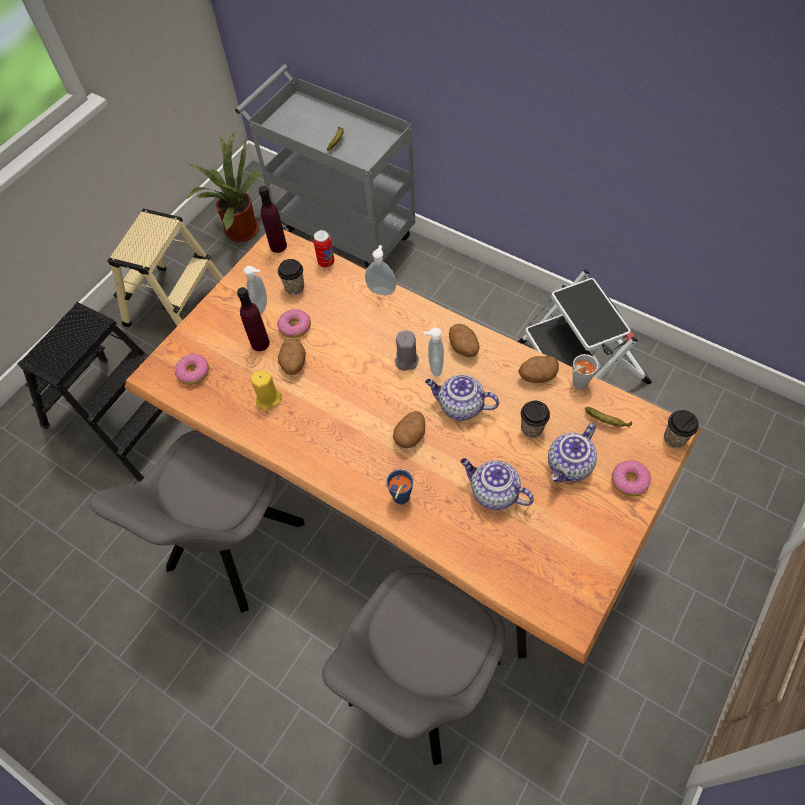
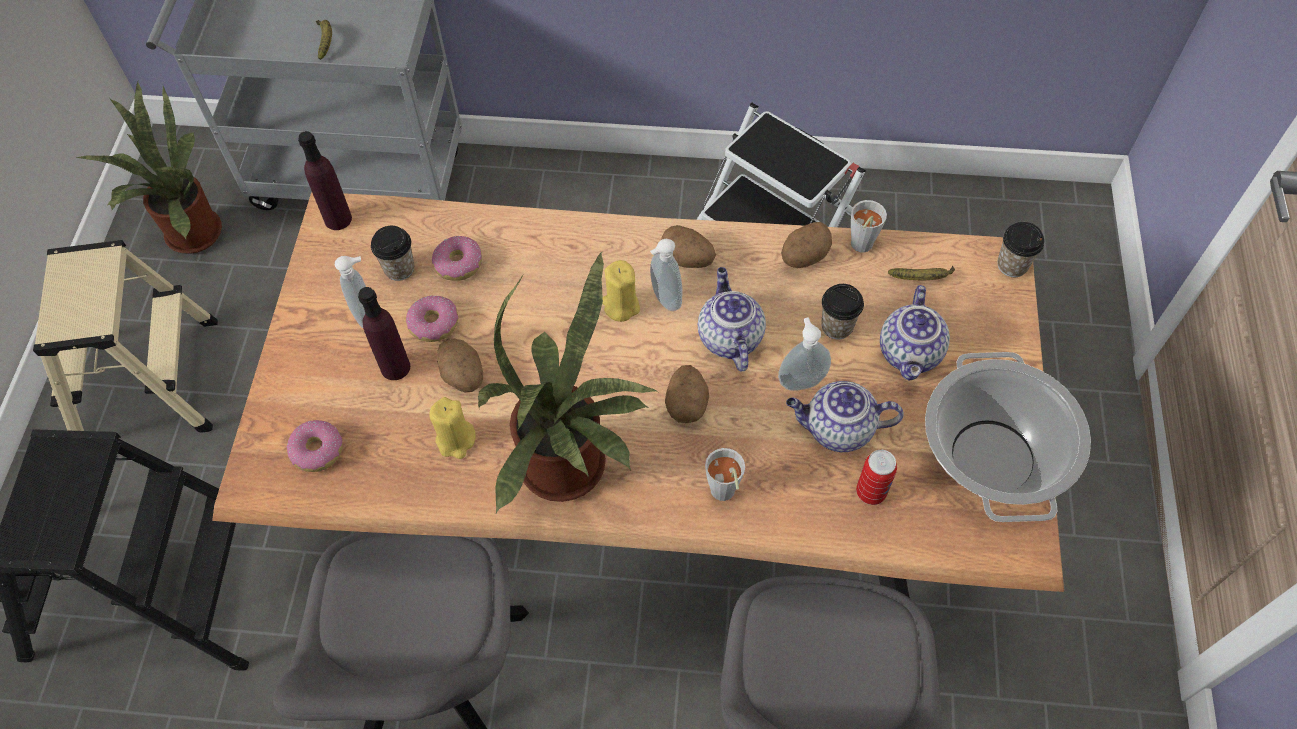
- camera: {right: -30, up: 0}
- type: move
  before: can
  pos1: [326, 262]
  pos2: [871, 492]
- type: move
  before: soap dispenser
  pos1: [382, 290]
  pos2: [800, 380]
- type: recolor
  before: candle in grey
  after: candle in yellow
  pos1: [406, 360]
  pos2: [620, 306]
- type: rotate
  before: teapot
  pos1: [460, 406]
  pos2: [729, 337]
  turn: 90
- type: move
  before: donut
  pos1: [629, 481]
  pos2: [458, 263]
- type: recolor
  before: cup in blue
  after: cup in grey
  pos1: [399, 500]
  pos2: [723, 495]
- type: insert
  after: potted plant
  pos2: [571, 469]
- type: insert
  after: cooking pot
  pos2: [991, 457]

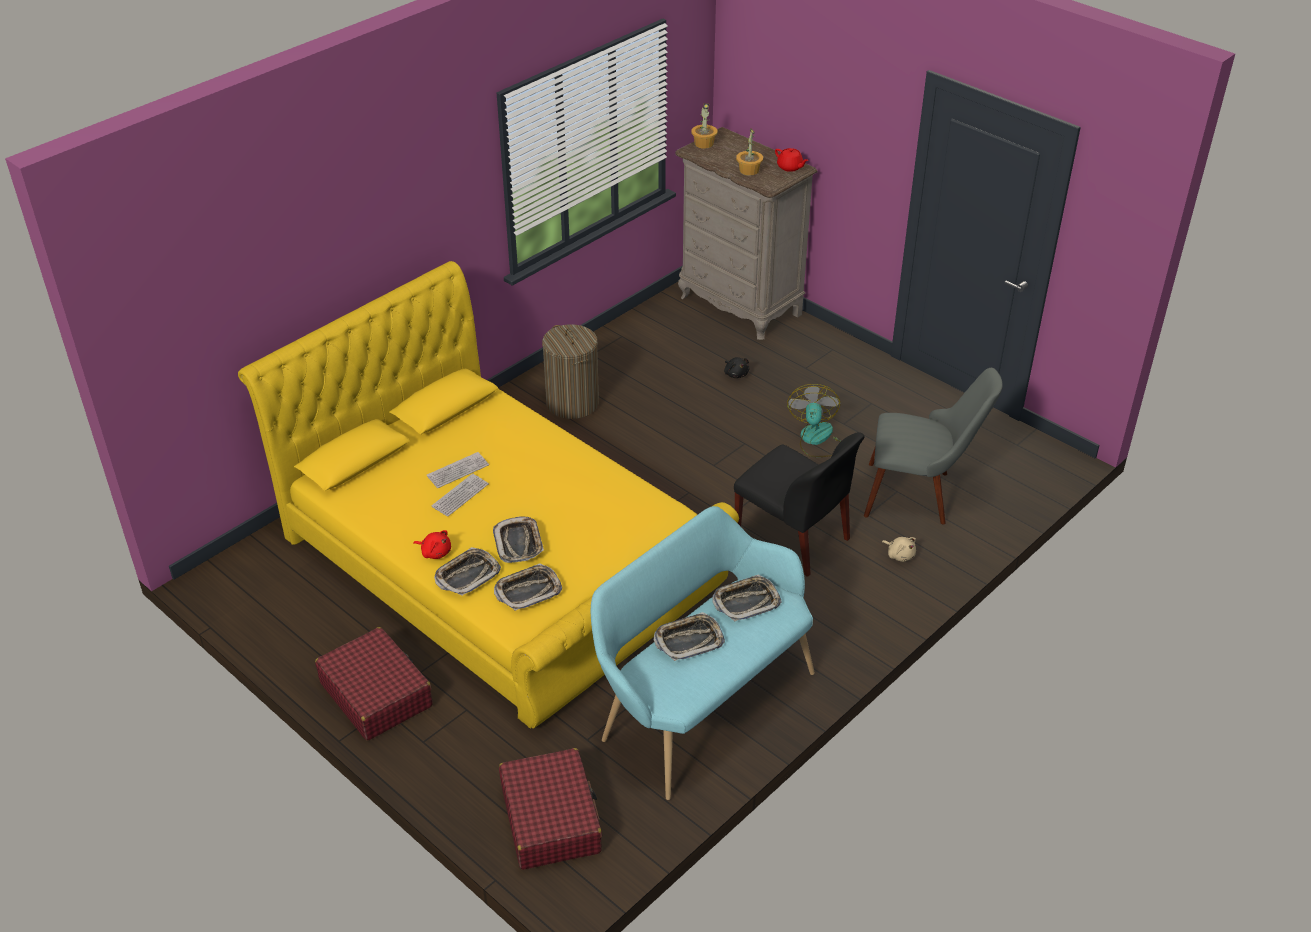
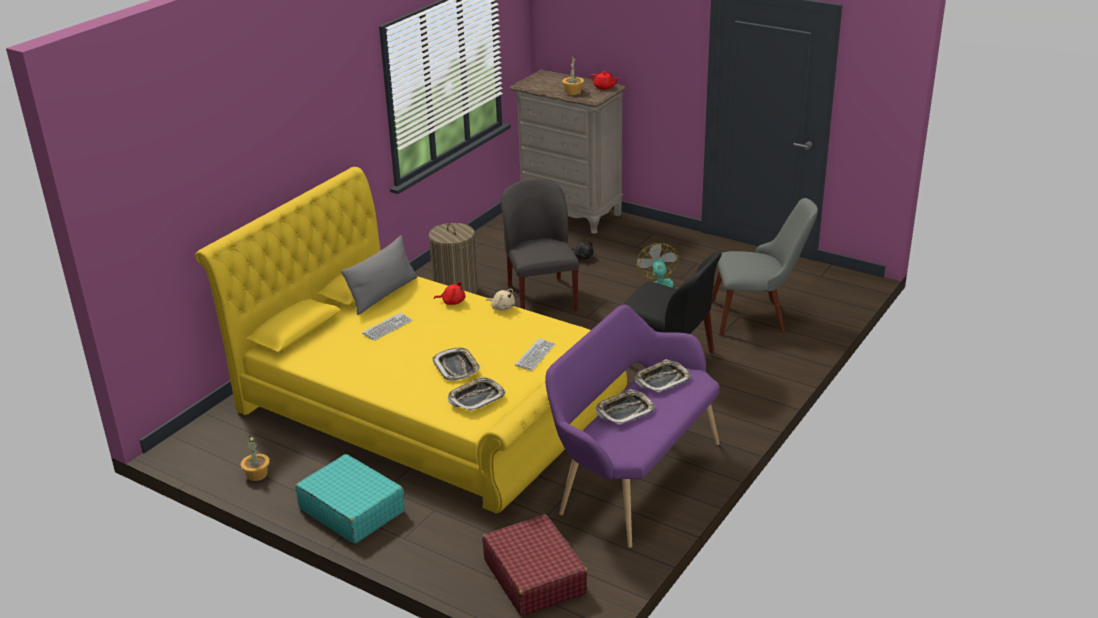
- camera: {right: -10, up: -10}
- type: move
  before: potted plant
  pos1: [704, 143]
  pos2: [257, 474]
- type: move
  before: keyboard
  pos1: [460, 496]
  pos2: [535, 355]
- type: recolor
  before: bench in turquoise
  after: bench in purple
  pos1: [700, 703]
  pos2: [632, 477]
- type: move
  before: plush toy in red
  pos1: [435, 552]
  pos2: [452, 302]
- type: move
  before: plush toy in beige
  pos1: [899, 555]
  pos2: [502, 307]
- type: delete
  before: tray
  pos1: [467, 575]
- type: recolor
  before: suitcase in red
  after: suitcase in turquoise
  pos1: [376, 694]
  pos2: [352, 510]
- type: insert
  after: chair in grey
  pos2: [541, 296]
- type: insert
  after: pillow in grey
  pos2: [383, 294]

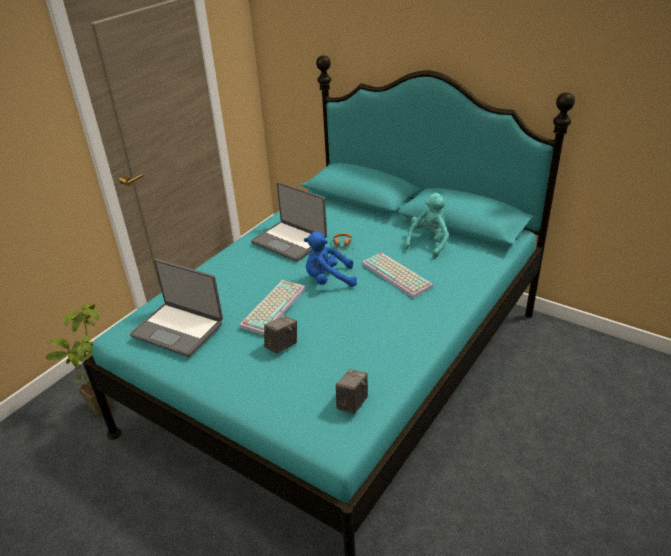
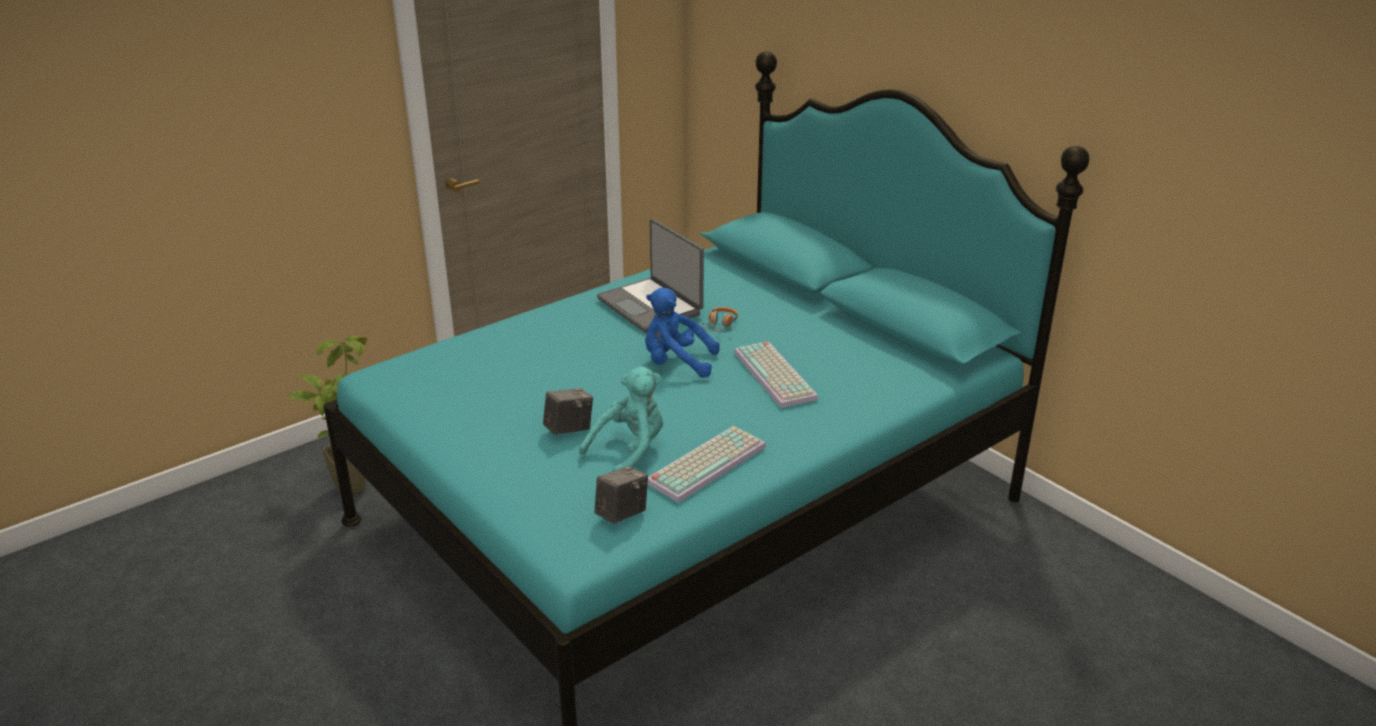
- camera: {right: 15, up: -5}
- type: move
  before: plush toy in turquoise
  pos1: [428, 243]
  pos2: [630, 452]
- type: delete
  before: laptop
  pos1: [179, 329]
- type: move
  before: keyboard
  pos1: [273, 306]
  pos2: [706, 463]

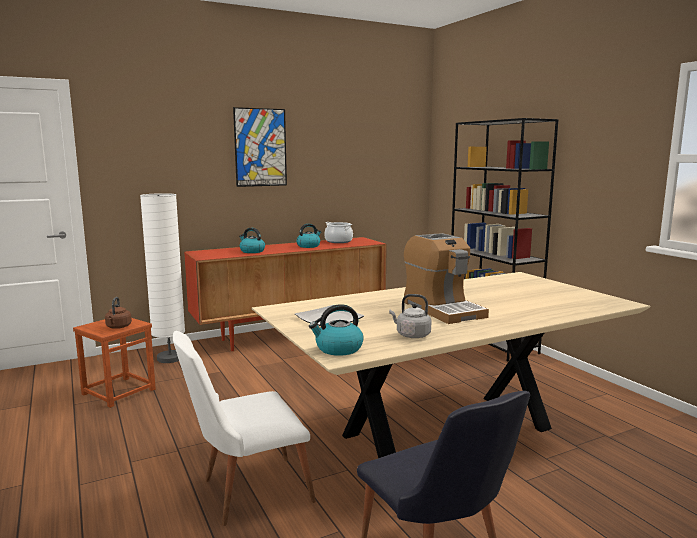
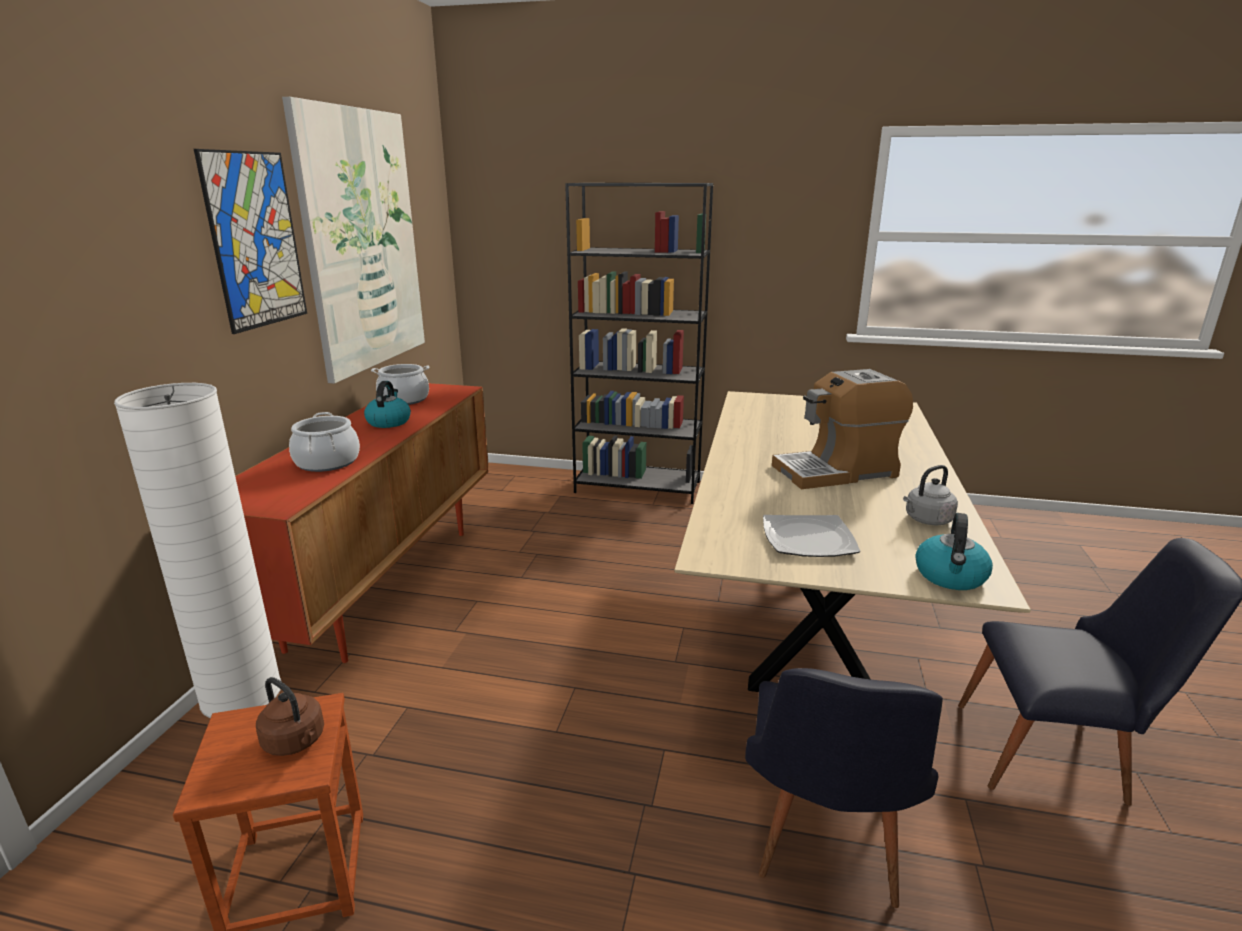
- camera: {right: -50, up: 10}
- type: replace
  before: kettle
  after: cooking pot
  pos1: [252, 251]
  pos2: [327, 462]
- type: rotate
  before: coffee machine
  pos1: [442, 309]
  pos2: [836, 471]
  turn: 150
- type: recolor
  before: chair in white
  after: chair in black
  pos1: [246, 492]
  pos2: [823, 844]
- type: insert
  after: picture
  pos2: [362, 241]

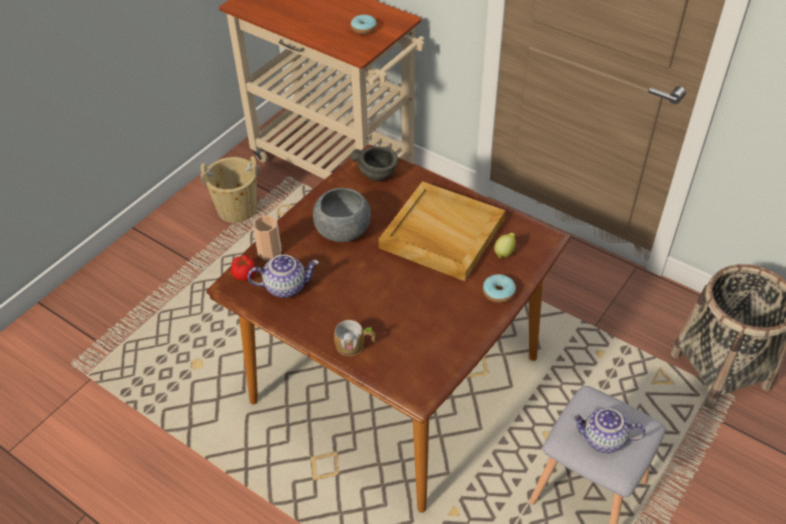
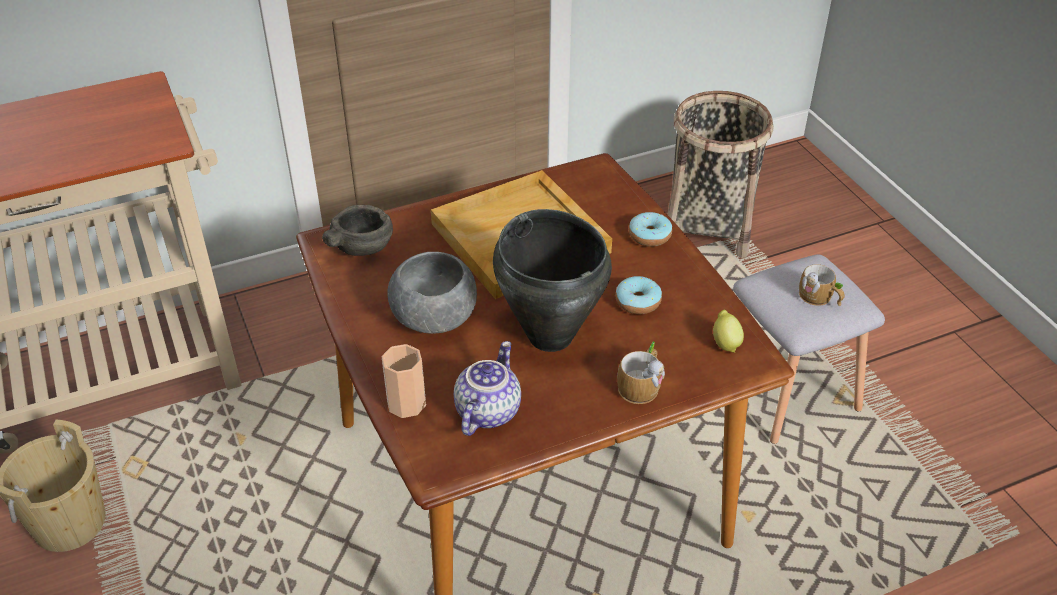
- camera: {right: -60, up: -5}
- type: move
  before: donut
  pos1: [363, 29]
  pos2: [637, 302]
- type: move
  before: lemon
  pos1: [504, 252]
  pos2: [725, 343]
- type: delete
  before: tomato
  pos1: [245, 274]
- type: replace
  before: teapot
  after: mug
  pos1: [603, 440]
  pos2: [819, 298]
- type: insert
  after: cooking pot in black
  pos2: [550, 335]

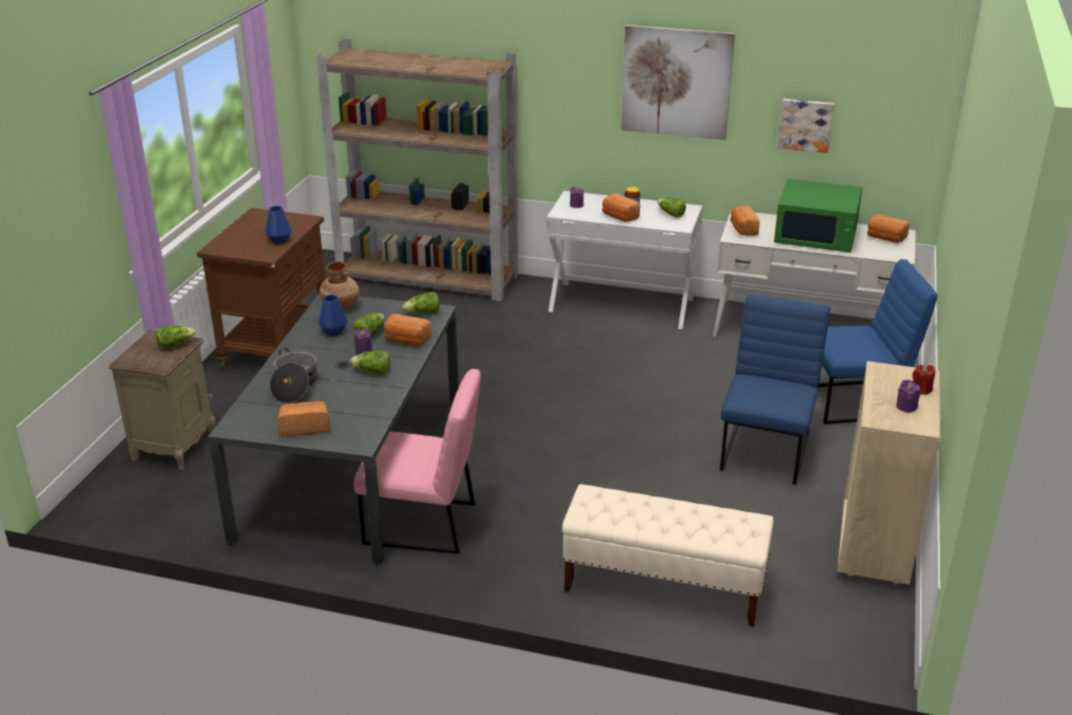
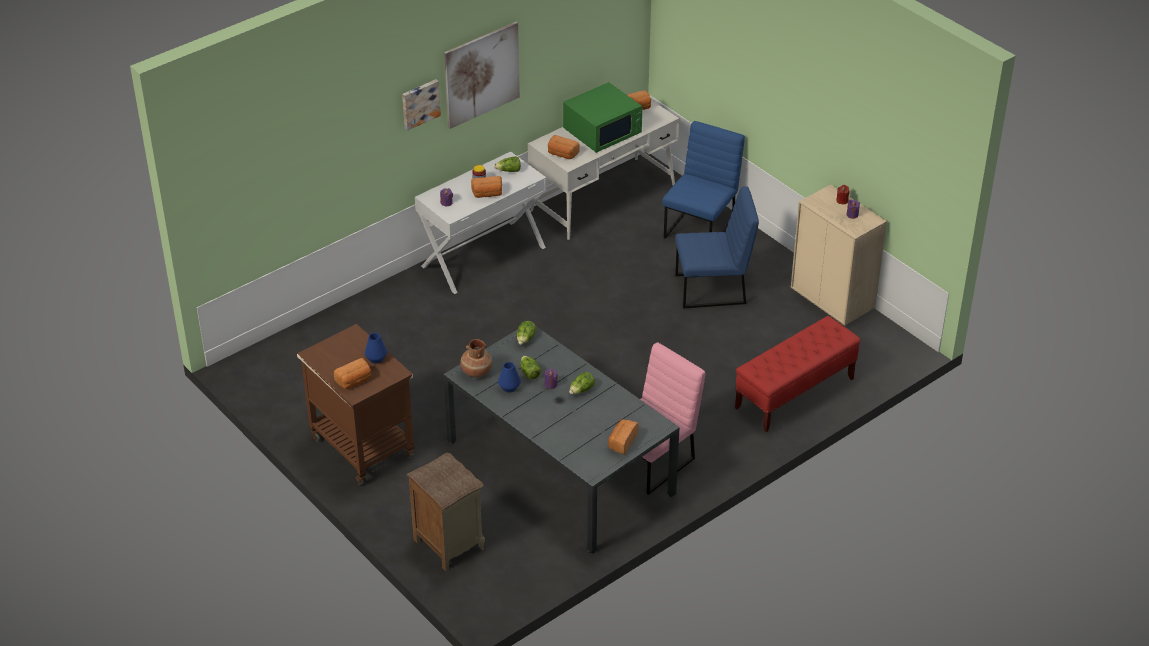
- camera: {right: -55, up: 10}
- type: delete
  before: bookcase in brown
  pos1: [428, 277]
- type: move
  before: picture
  pos1: [805, 124]
  pos2: [420, 103]
- type: rotate
  before: chair in blue
  pos1: [766, 450]
  pos2: [713, 289]
  turn: 120
- type: move
  before: bread
  pos1: [406, 341]
  pos2: [354, 381]
- type: delete
  before: lettuce
  pos1: [175, 345]
- type: delete
  before: cooking pot
  pos1: [294, 386]
- type: recolor
  before: bench in beige
  after: bench in red
  pos1: [663, 586]
  pos2: [794, 394]

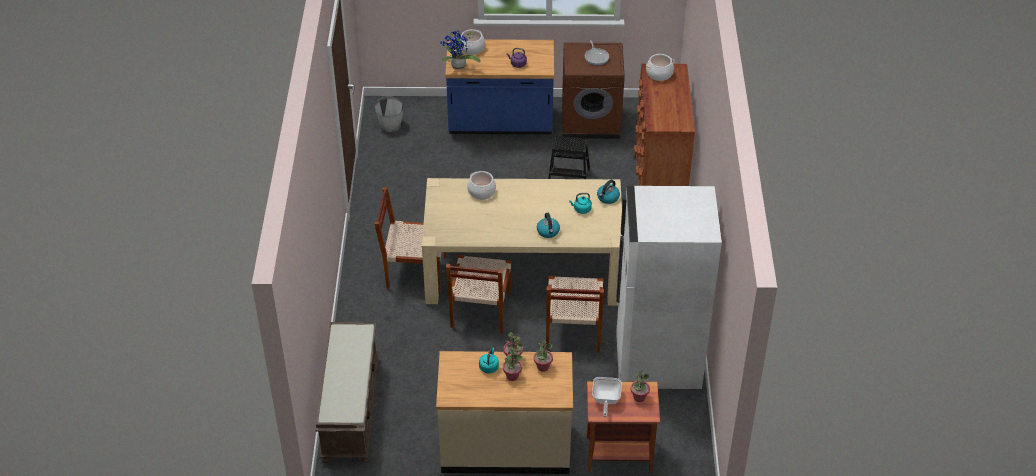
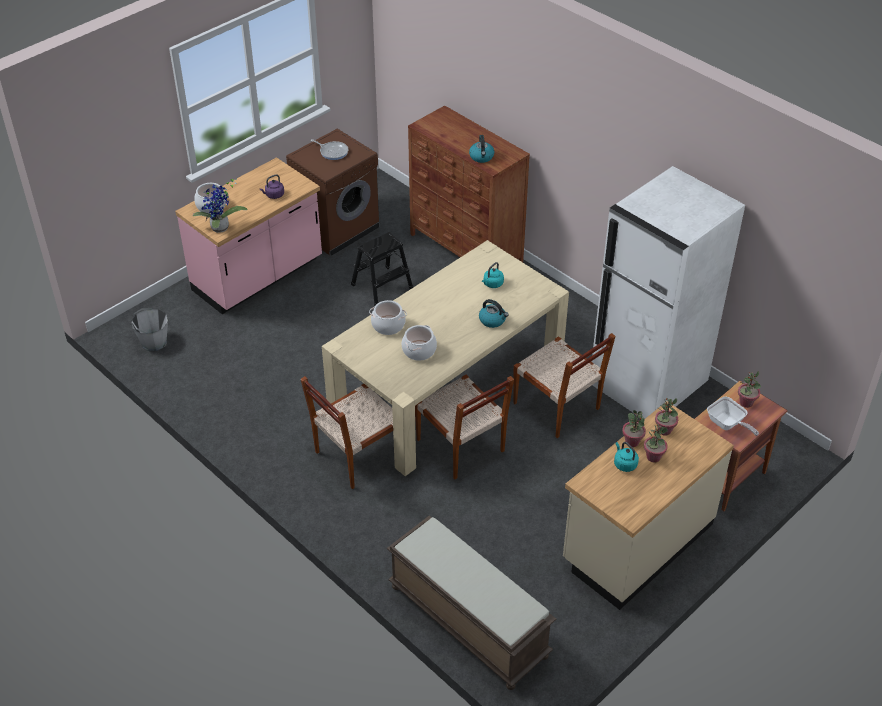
- camera: {right: -45, up: 0}
- type: recolor
  before: counter in blue
  after: counter in pink
  pos1: [500, 123]
  pos2: [258, 277]
- type: move
  before: cooking pot
  pos1: [659, 74]
  pos2: [419, 350]
- type: move
  before: kettle
  pos1: [608, 198]
  pos2: [481, 157]

